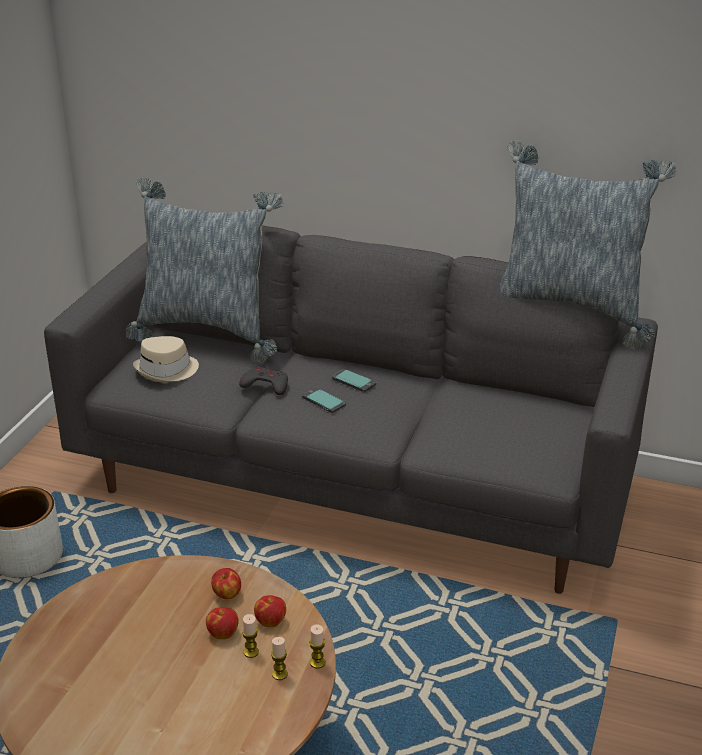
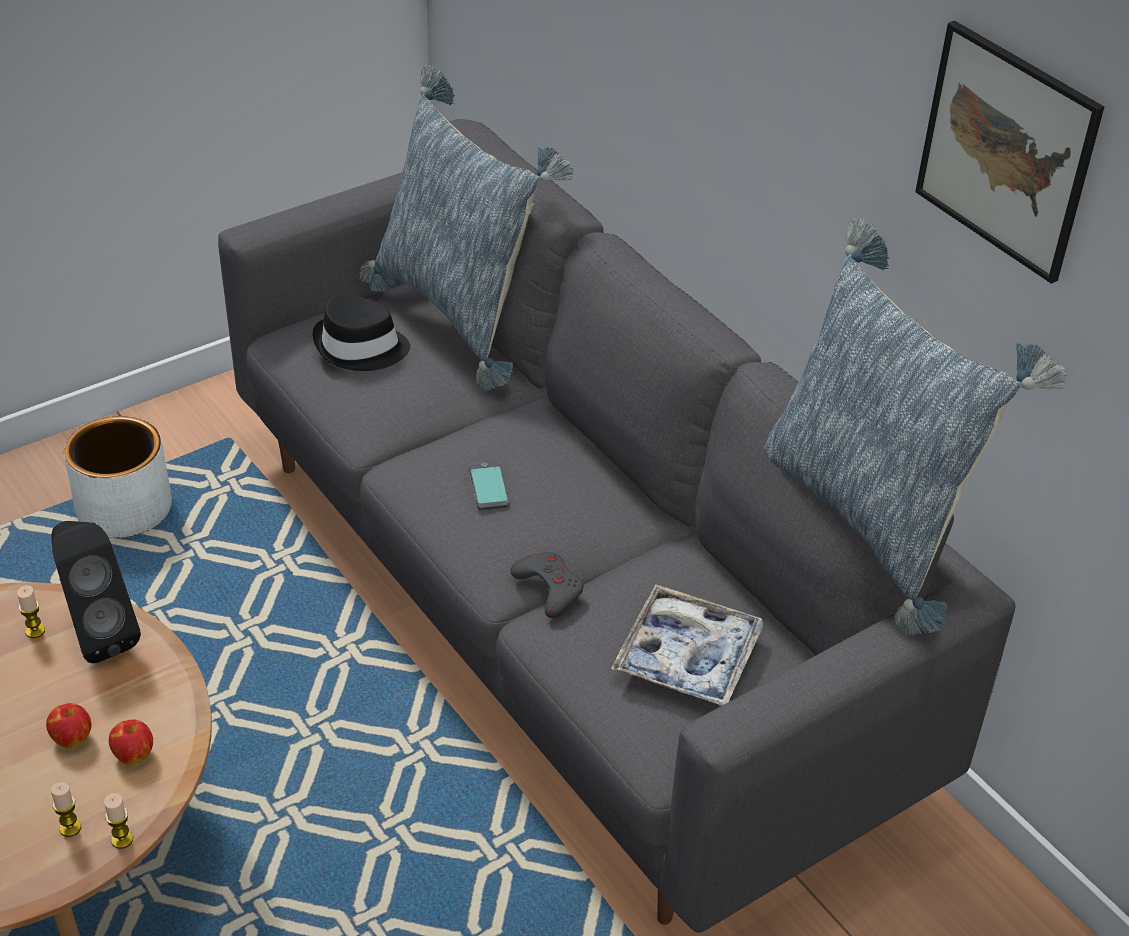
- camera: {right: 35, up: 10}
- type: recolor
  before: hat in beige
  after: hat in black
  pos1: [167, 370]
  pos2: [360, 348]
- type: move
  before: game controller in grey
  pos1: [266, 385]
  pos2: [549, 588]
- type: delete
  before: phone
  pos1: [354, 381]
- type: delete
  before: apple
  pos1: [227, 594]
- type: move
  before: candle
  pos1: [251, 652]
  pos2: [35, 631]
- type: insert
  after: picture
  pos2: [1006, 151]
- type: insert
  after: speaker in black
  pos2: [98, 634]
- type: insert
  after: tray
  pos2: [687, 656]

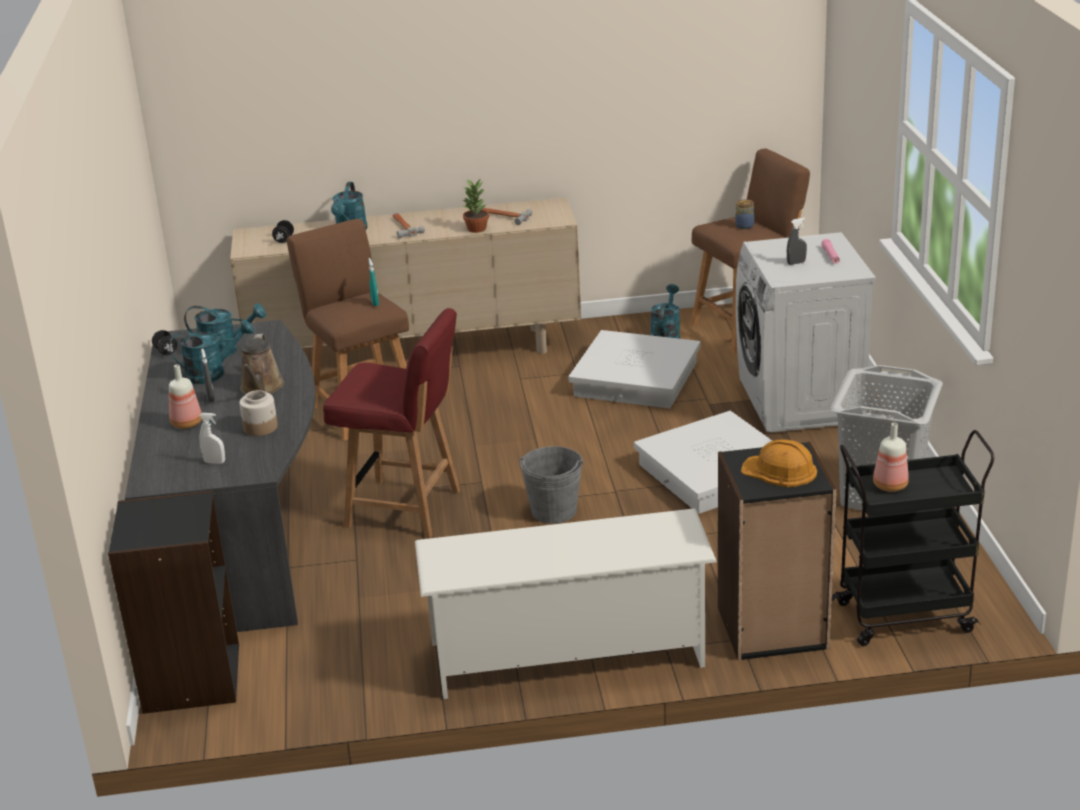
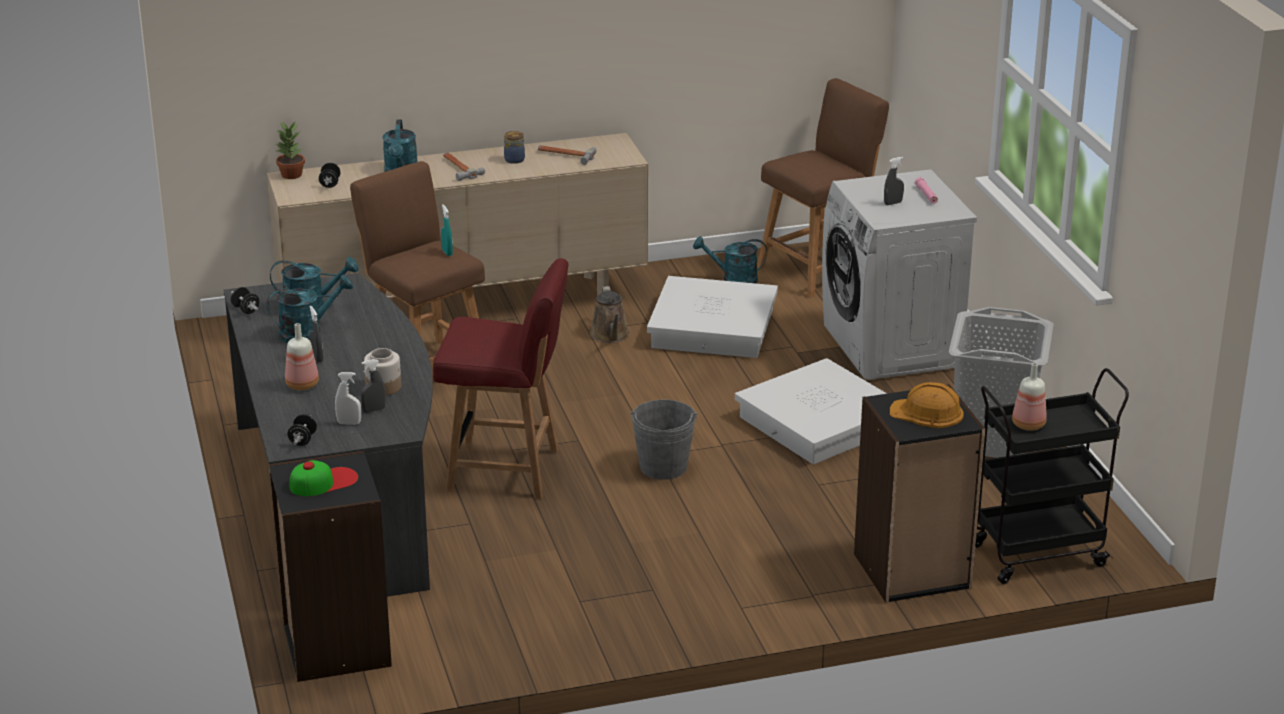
- camera: {right: -10, up: 0}
- type: move
  before: potted plant
  pos1: [477, 229]
  pos2: [292, 175]
- type: move
  before: jar
  pos1: [744, 225]
  pos2: [514, 159]
- type: rotate
  before: watering can in turquoise
  pos1: [666, 335]
  pos2: [733, 280]
  turn: -90
- type: move
  before: watering can in brown
  pos1: [261, 388]
  pos2: [610, 336]
- type: delete
  before: shoe rack in white
  pos1: [568, 655]
- type: insert
  after: spray bottle in grey
  pos2: [374, 410]
- type: insert
  after: dumbbell in black
  pos2: [303, 440]
- type: insert
  after: cap
  pos2: [323, 482]

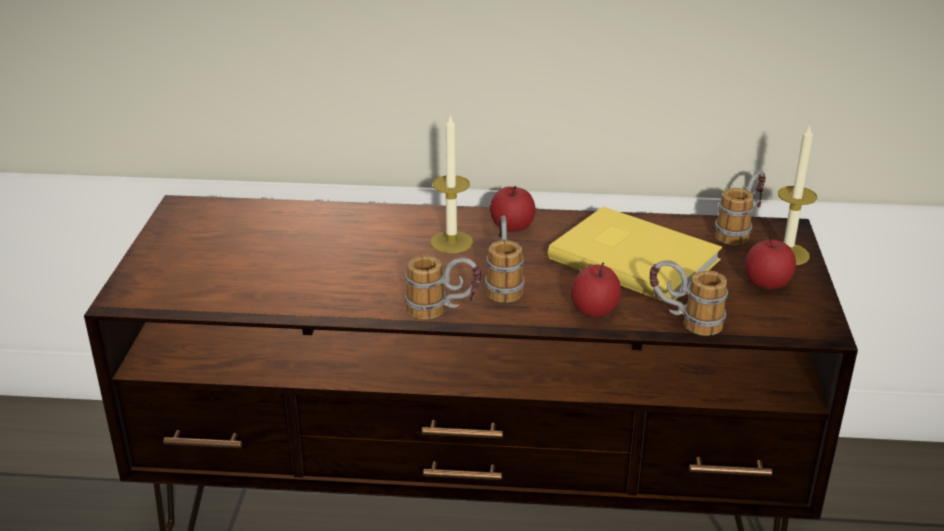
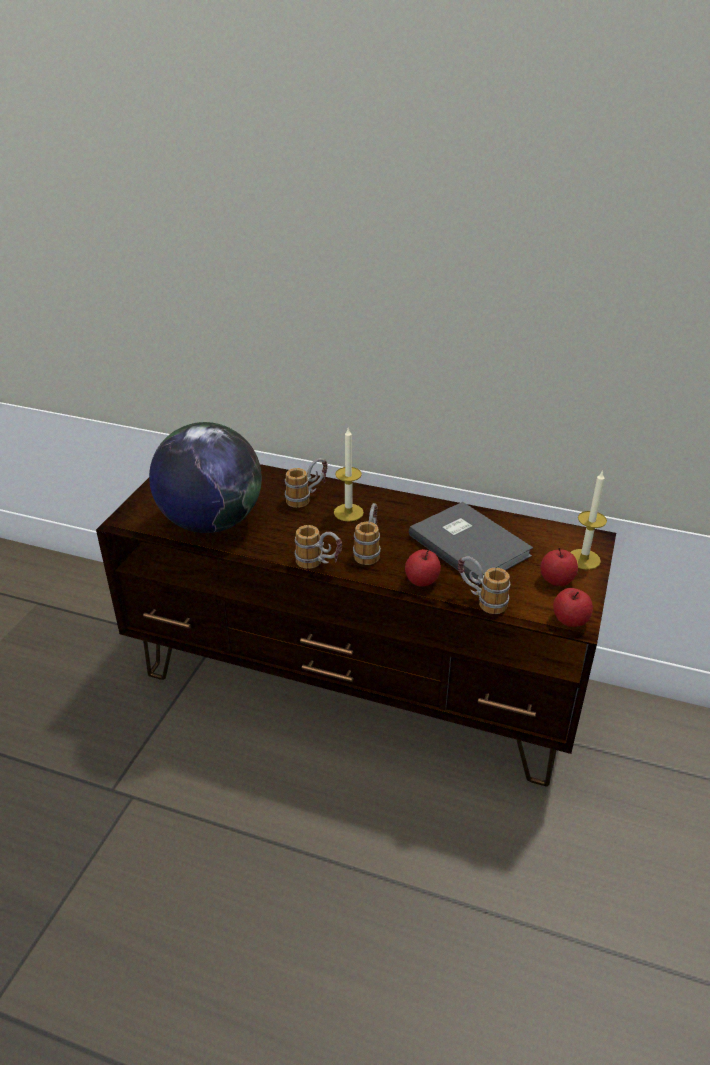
- camera: {right: 15, up: 5}
- type: move
  before: mug
  pos1: [740, 230]
  pos2: [307, 497]
- type: move
  before: apple
  pos1: [512, 227]
  pos2: [570, 620]
- type: recolor
  before: book in yellow
  after: book in grey
  pos1: [634, 256]
  pos2: [470, 543]
- type: insert
  after: globe
  pos2: [211, 522]

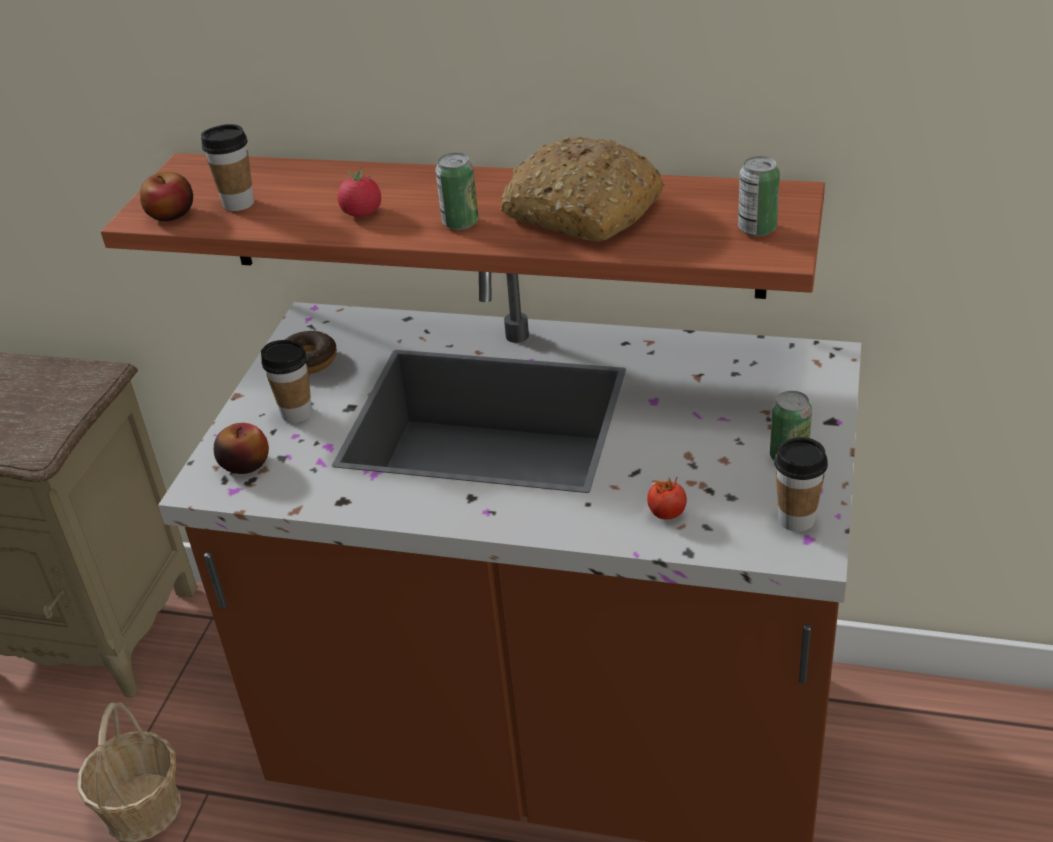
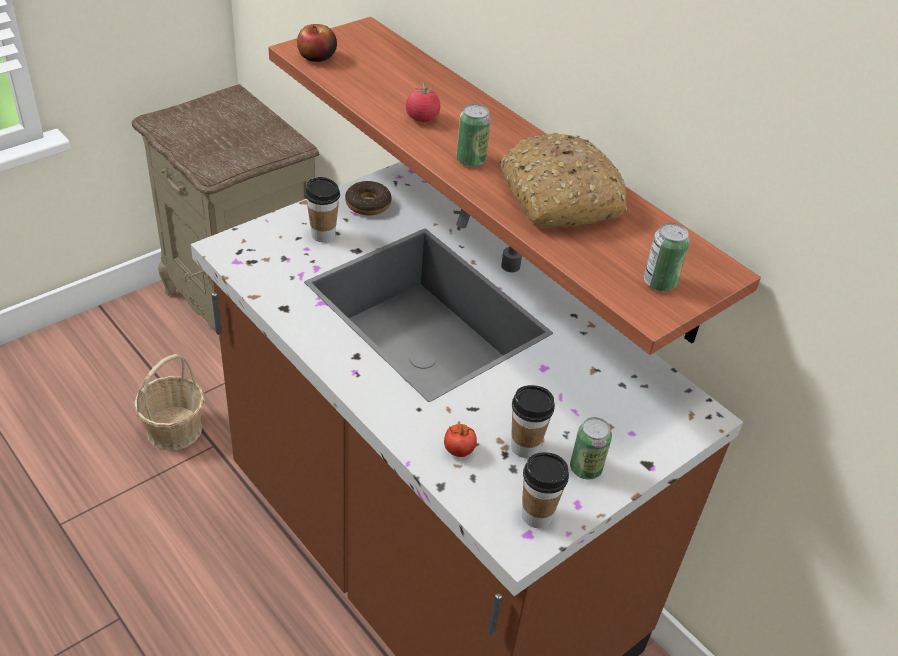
- camera: {right: 30, up: 5}
- type: move
  before: cup
  pos1: [238, 203]
  pos2: [525, 447]
- type: delete
  before: apple
  pos1: [245, 464]

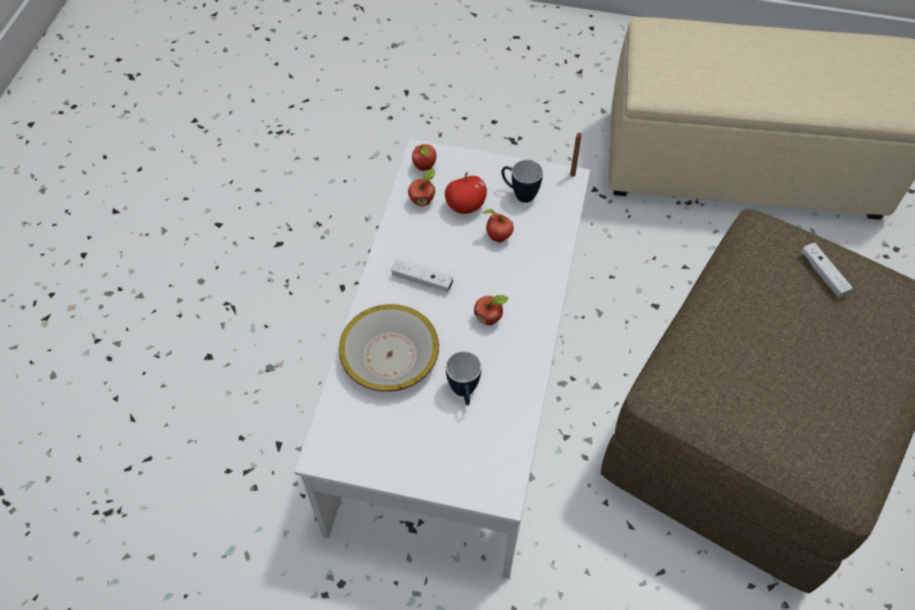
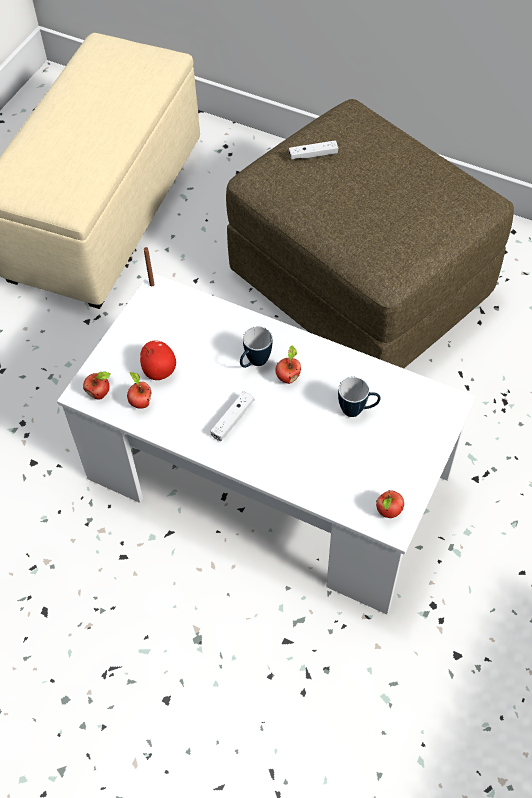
- camera: {right: -75, up: 0}
- type: move
  before: mug
  pos1: [519, 194]
  pos2: [254, 363]
- type: move
  before: apple
  pos1: [497, 237]
  pos2: [388, 513]
- type: delete
  before: bowl
  pos1: [390, 356]

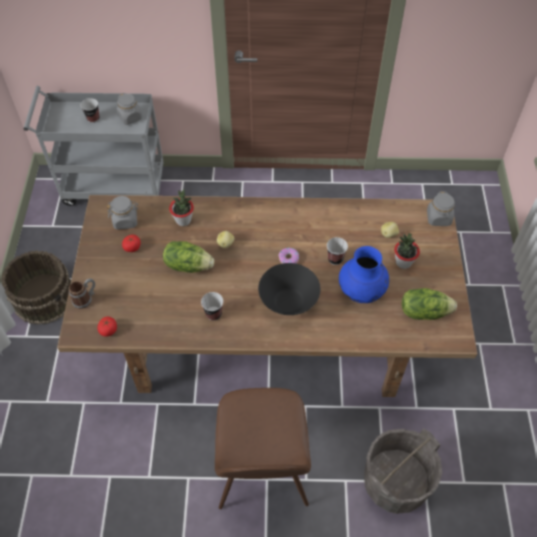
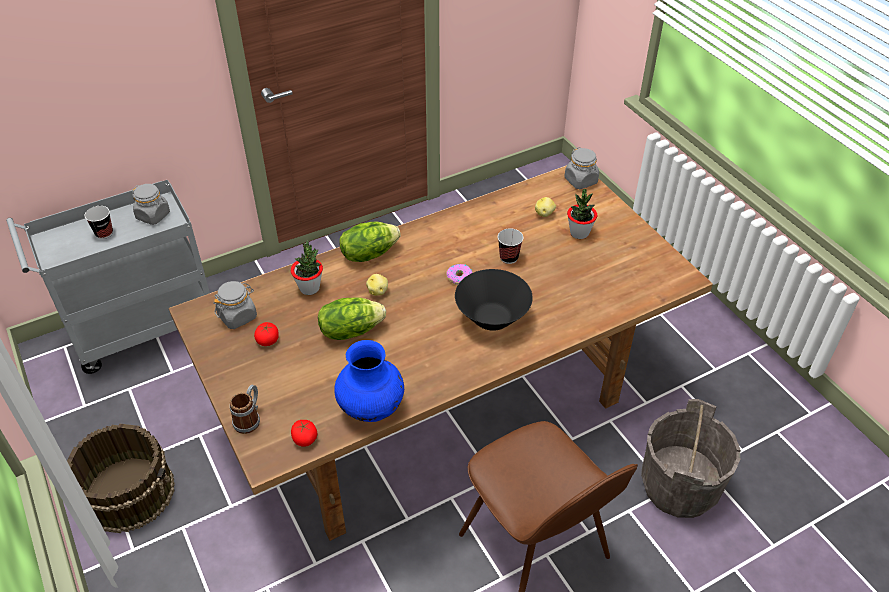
- camera: {right: -30, up: -10}
- type: move
  before: vase in blue
  pos1: [361, 291]
  pos2: [371, 408]
- type: move
  before: lettuce
  pos1: [424, 311]
  pos2: [369, 253]
- type: delete
  before: cup
  pos1: [213, 314]

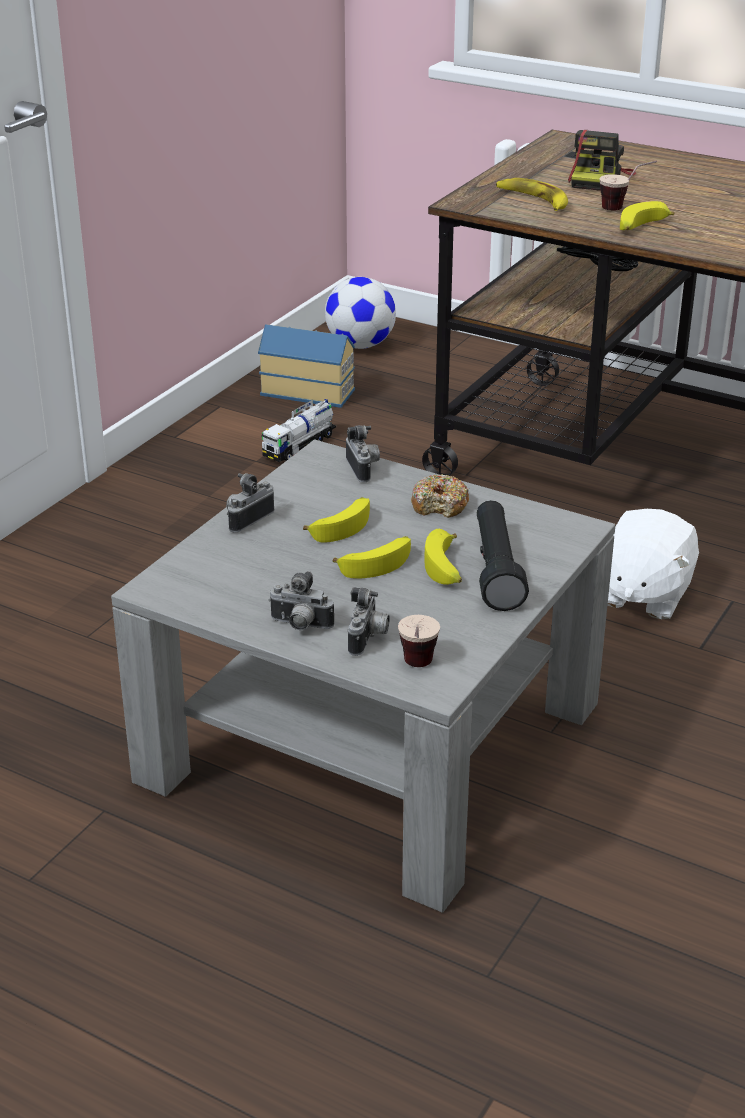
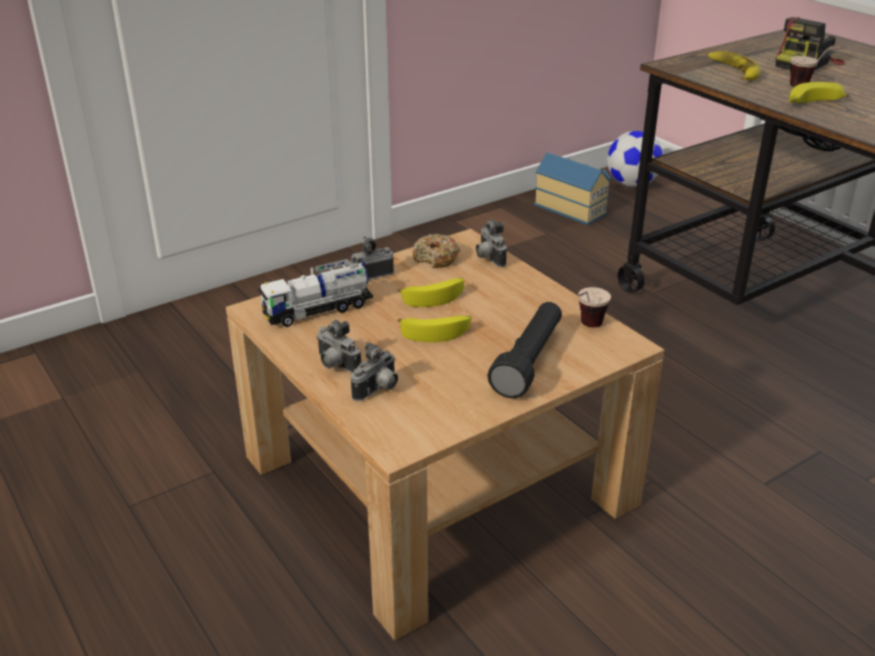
- camera: {right: 25, up: 0}
- type: move
  before: toy truck
  pos1: [299, 446]
  pos2: [318, 310]
- type: rotate
  before: photo camera
  pos1: [364, 469]
  pos2: [488, 258]
  turn: 150
- type: recolor
  before: coffee table in grey
  after: coffee table in brown
  pos1: [372, 742]
  pos2: [437, 480]
- type: move
  before: donut
  pos1: [440, 505]
  pos2: [436, 258]
- type: delete
  before: plush toy in white
  pos1: [642, 594]
- type: delete
  before: banana
  pos1: [446, 568]
- type: move
  before: cup
  pos1: [417, 670]
  pos2: [586, 328]

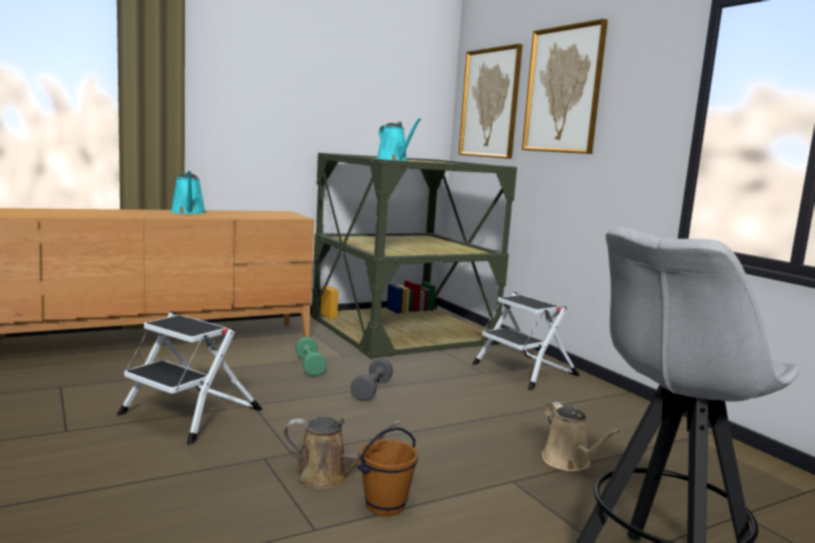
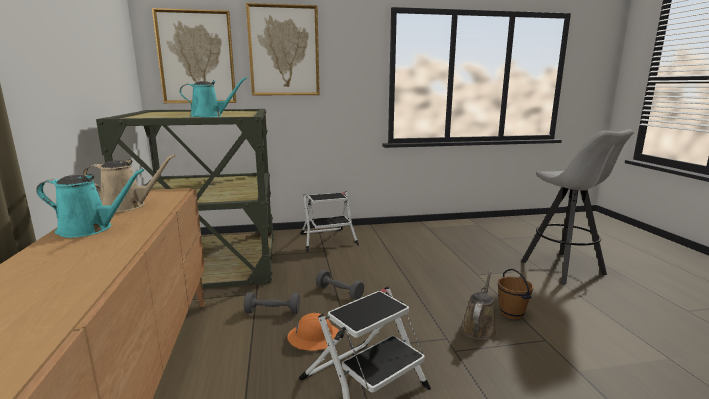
- camera: {right: -70, up: 5}
- type: recolor
  before: dumbbell in green
  after: dumbbell in grey
  pos1: [310, 366]
  pos2: [272, 312]
- type: move
  before: watering can in beige
  pos1: [569, 462]
  pos2: [127, 206]
- type: insert
  after: hard hat in orange
  pos2: [314, 337]

